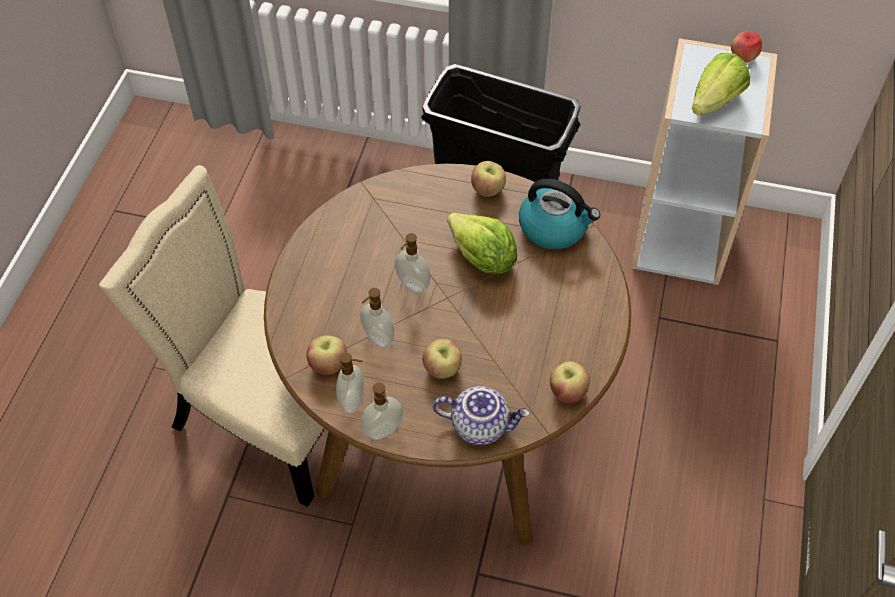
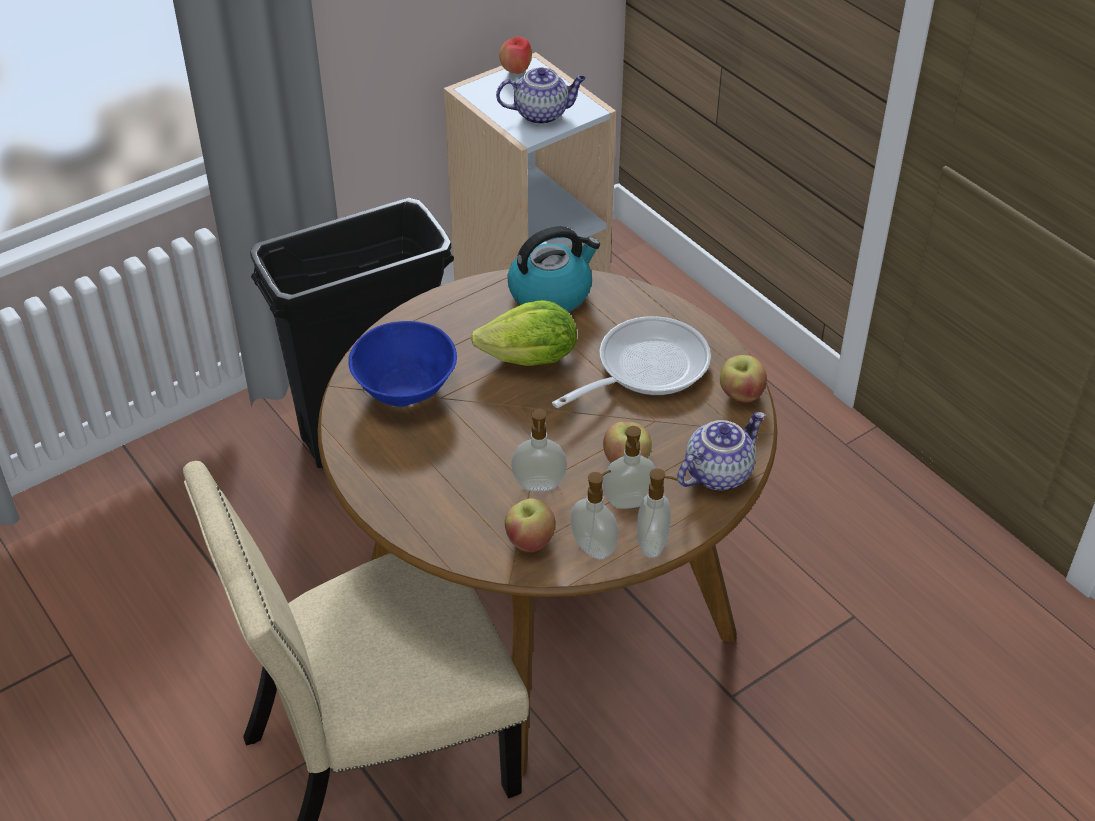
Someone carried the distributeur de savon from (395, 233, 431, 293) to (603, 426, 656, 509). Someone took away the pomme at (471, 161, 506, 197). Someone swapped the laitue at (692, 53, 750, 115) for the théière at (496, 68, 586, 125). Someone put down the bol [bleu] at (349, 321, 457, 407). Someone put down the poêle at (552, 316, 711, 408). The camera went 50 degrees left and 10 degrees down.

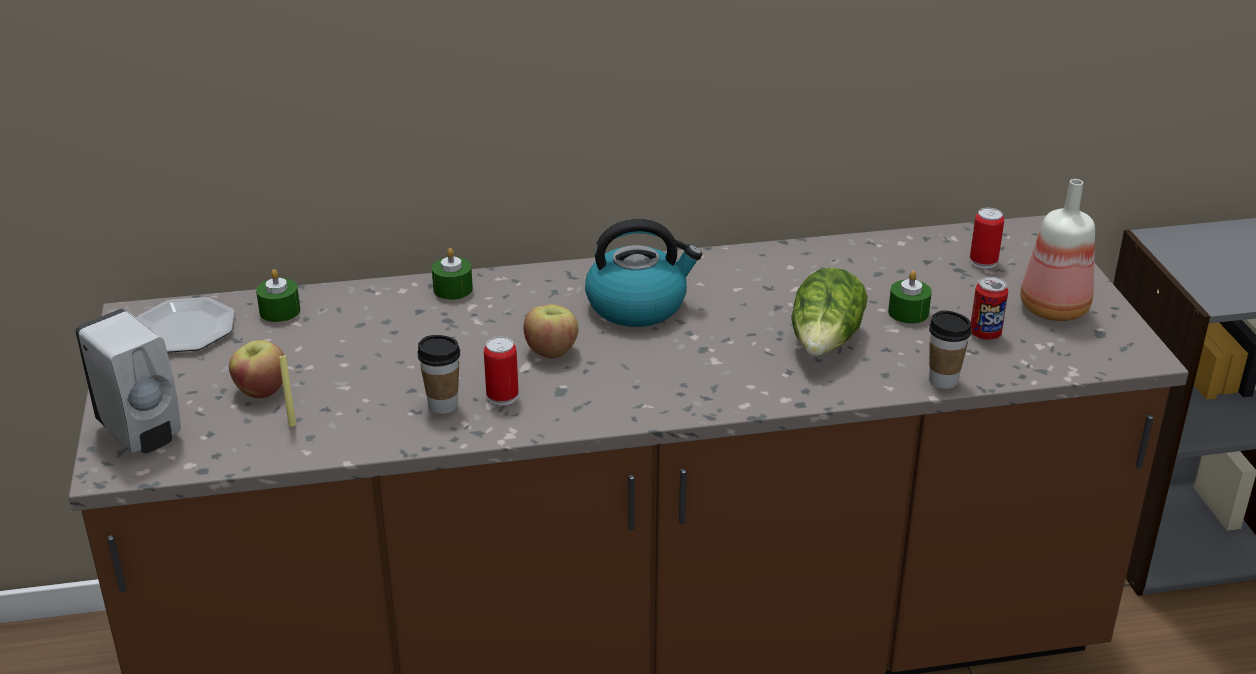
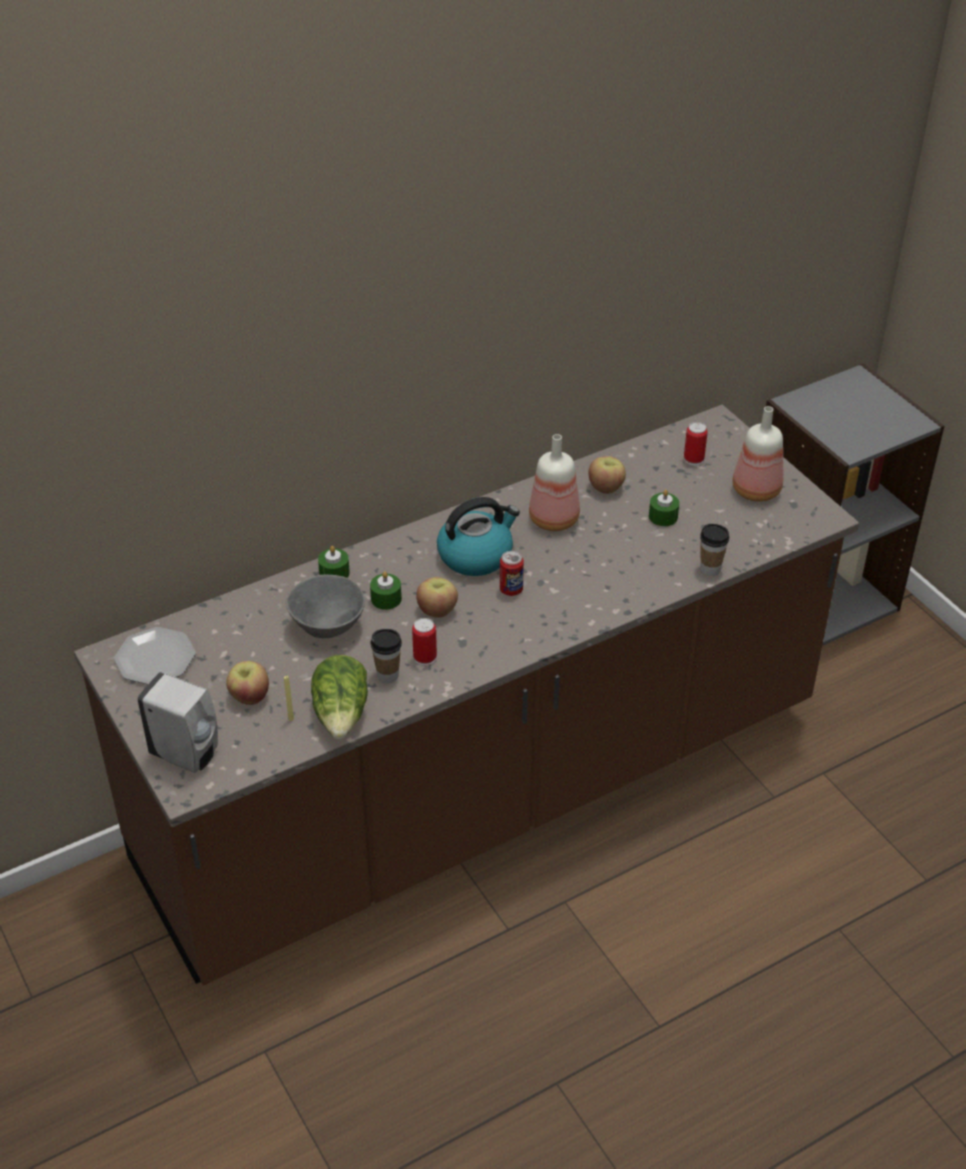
Someone carried the bougie [vert] from (256, 269, 300, 322) to (370, 571, 402, 610). Someone carried the laitue from (791, 267, 868, 356) to (311, 655, 368, 739). Someone carried the boîte métallique from (971, 277, 1008, 340) to (500, 551, 524, 596). Someone put down the bol [gris] at (285, 575, 365, 638). Someone put down the bouteille at (529, 434, 580, 531). Someone put down the pomme at (589, 456, 626, 494). The camera went 20 degrees left and 10 degrees up.

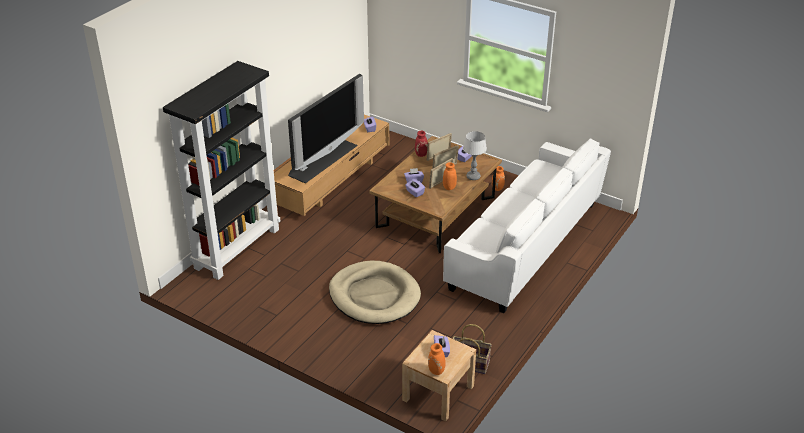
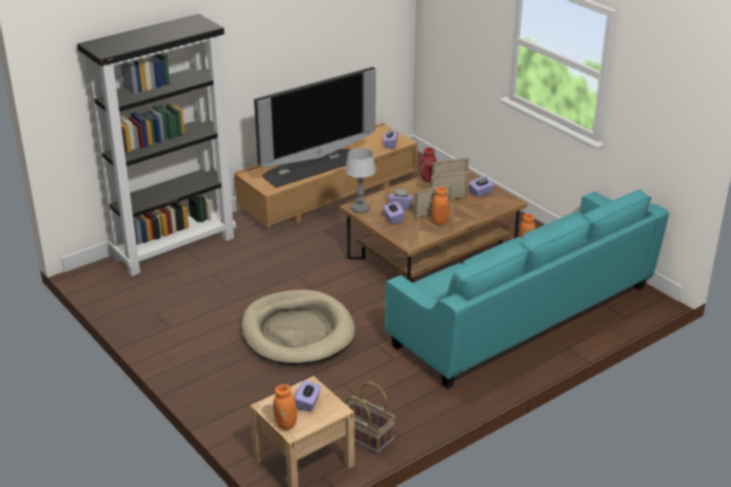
Someone repainted the canapé [blanc] at (443, 138, 611, 313), which became the canapé [turquoise] at (385, 189, 669, 389). Someone carried the lampe de table from (463, 131, 487, 180) to (345, 148, 376, 213). The camera went 20 degrees right and 5 degrees down.

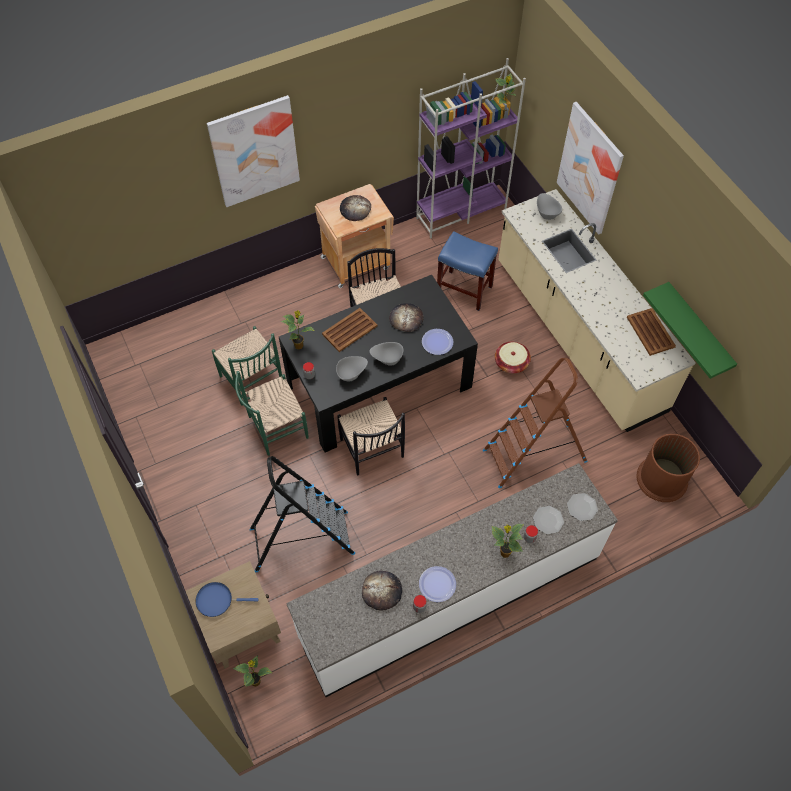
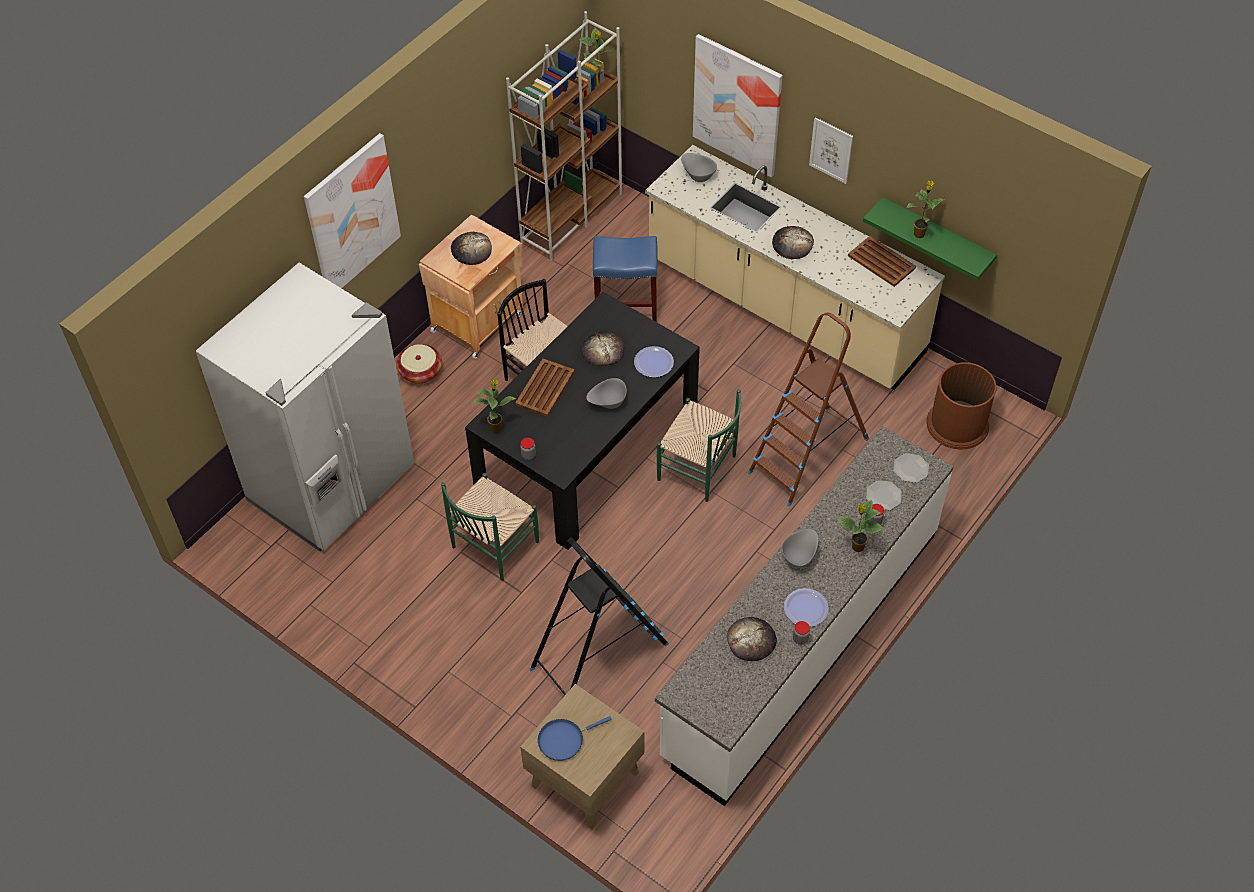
Someone carried the chaise [vert] from (212, 326, 282, 406) to (657, 389, 741, 502). Someone carried the plante en pot from (233, 655, 272, 687) to (906, 181, 945, 238). Someone carried the bol [gris] from (336, 356, 368, 381) to (781, 529, 818, 568). Someone took away the chaise [noir] at (337, 397, 405, 475). Someone repainted the bibliothèque [violet] at (416, 58, 526, 239), which became the bibliothèque [marron] at (506, 11, 622, 261). Someone carried the panier from (495, 342, 531, 374) to (396, 344, 442, 384). Someone put down the réfrigérateur [blanc] at (196, 263, 414, 552). Someone put down the pain at (772, 226, 814, 259). Someone put up the tableau at (809, 117, 853, 184). The camera went 25 degrees left and 5 degrees down.

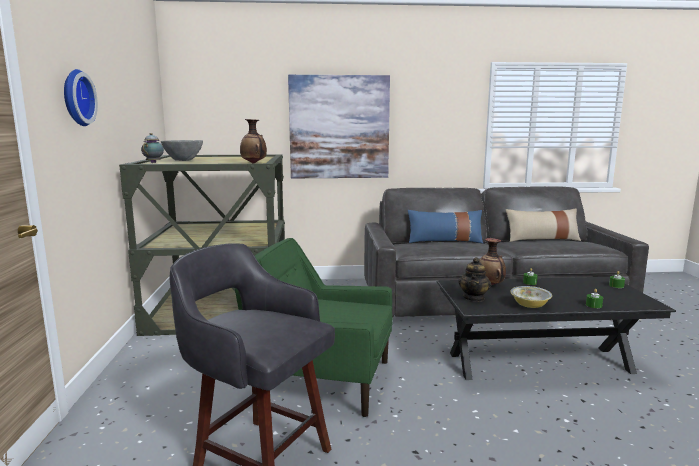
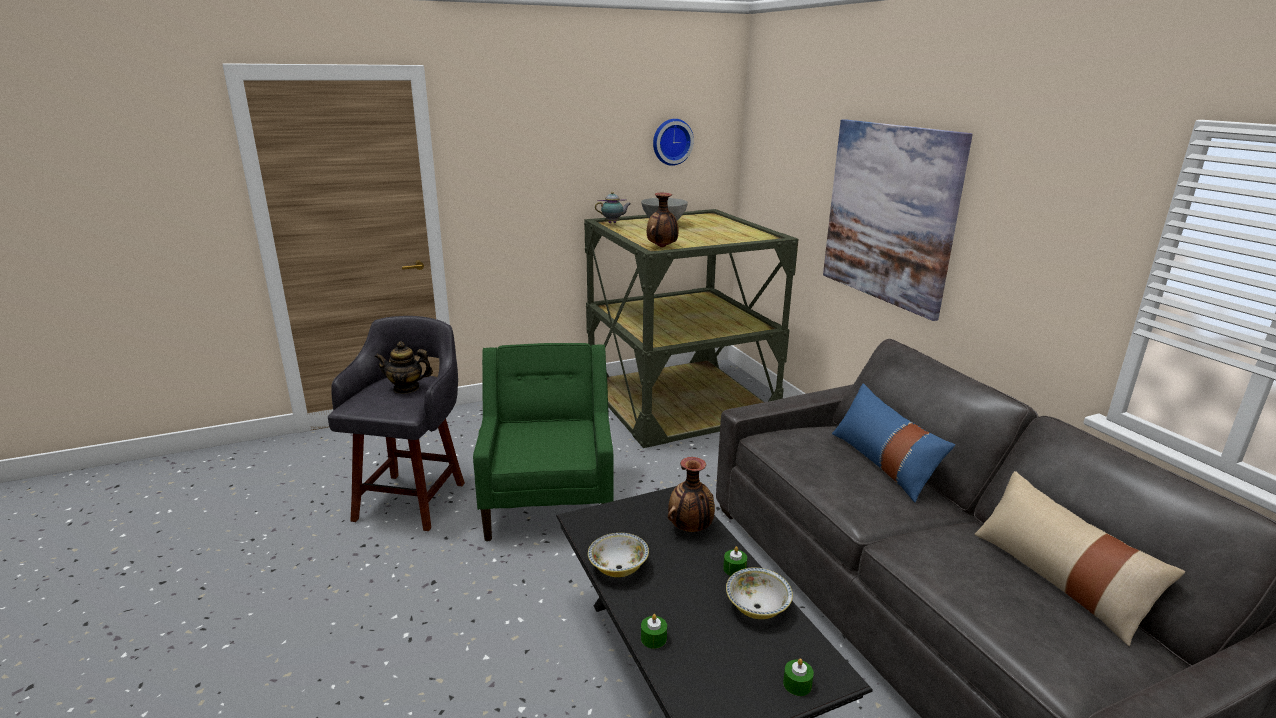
Someone carried the horloge murale from (64, 69, 98, 126) to (653, 119, 694, 166). Someone carried the théière from (458, 257, 491, 302) to (375, 341, 433, 394). Someone put down the bol at (726, 568, 793, 619). The camera went 70 degrees right and 10 degrees up.

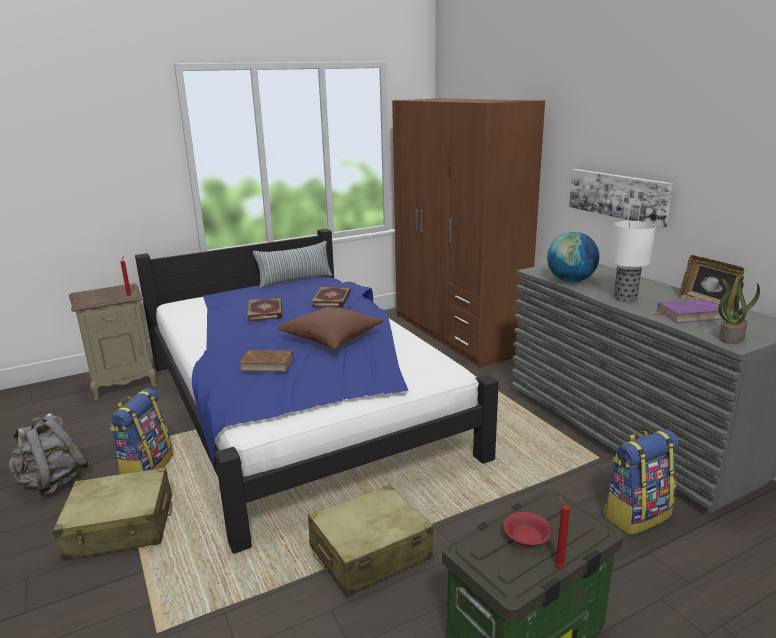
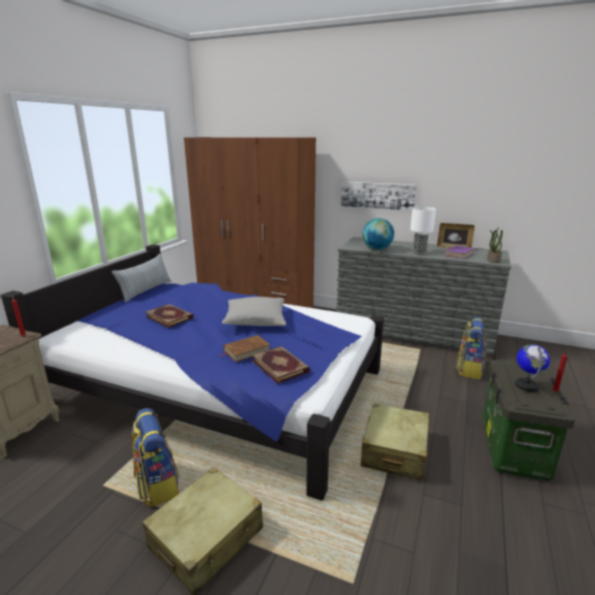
Someone took away the sac à dos [gris] at (8, 413, 89, 497). Someone repainted the coussin [marron] at (277, 307, 383, 350), which became the coussin [gris] at (222, 297, 286, 326). Someone carried the livre from (311, 287, 351, 307) to (251, 346, 310, 384). Someone swapped the bol [rouge] at (503, 512, 552, 547) for the globe at (515, 344, 550, 392). The camera went 40 degrees left and 0 degrees up.

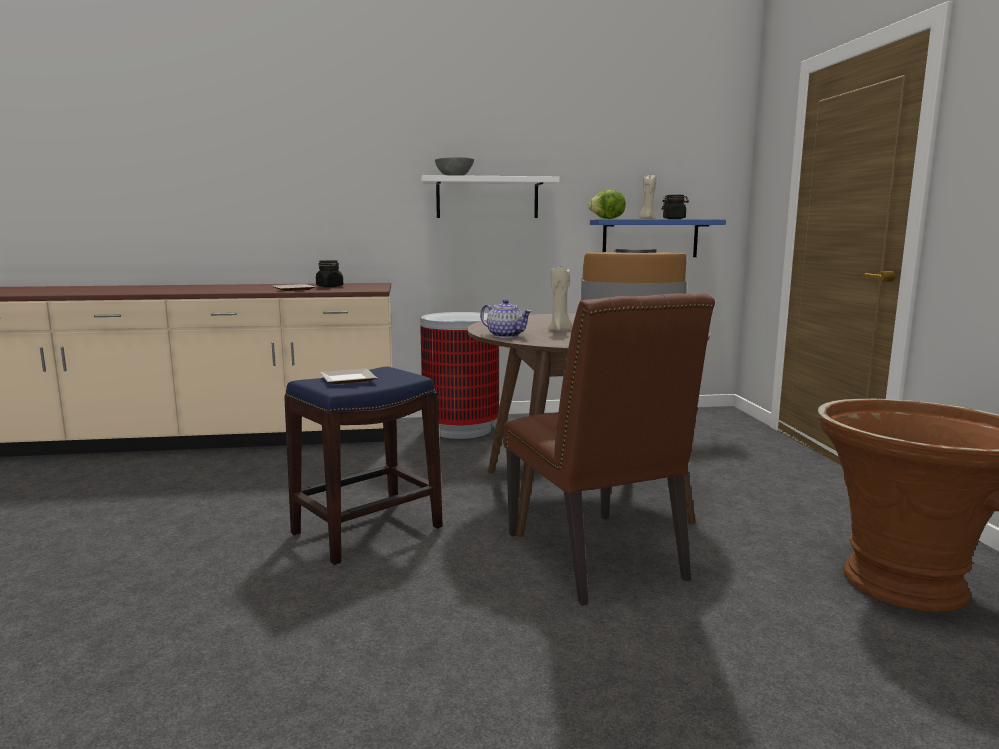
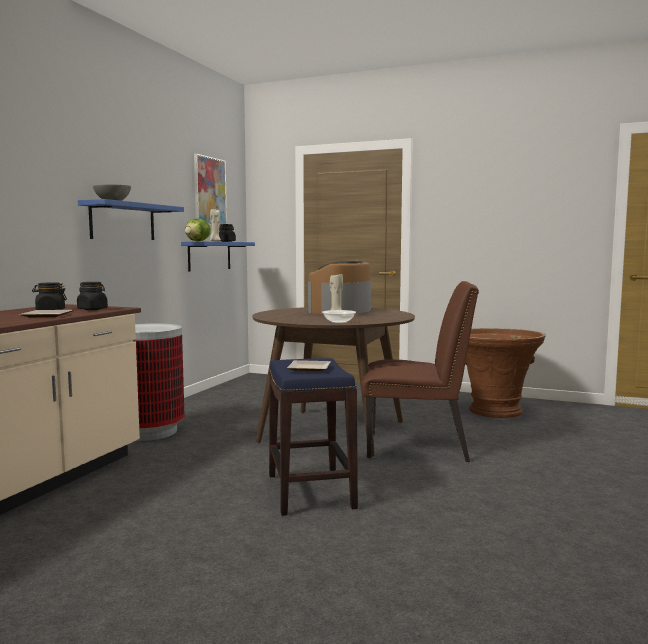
Someone repainted the étagère [blanc] at (421, 175, 560, 218), which became the étagère [bleu] at (78, 199, 184, 240). Someone swapped the théière at (480, 299, 532, 338) for the bol at (322, 310, 356, 324). Someone put down the bocal [noir] at (77, 282, 108, 310). Someone put up the tableau at (194, 153, 227, 226). The camera went 60 degrees left and 5 degrees down.

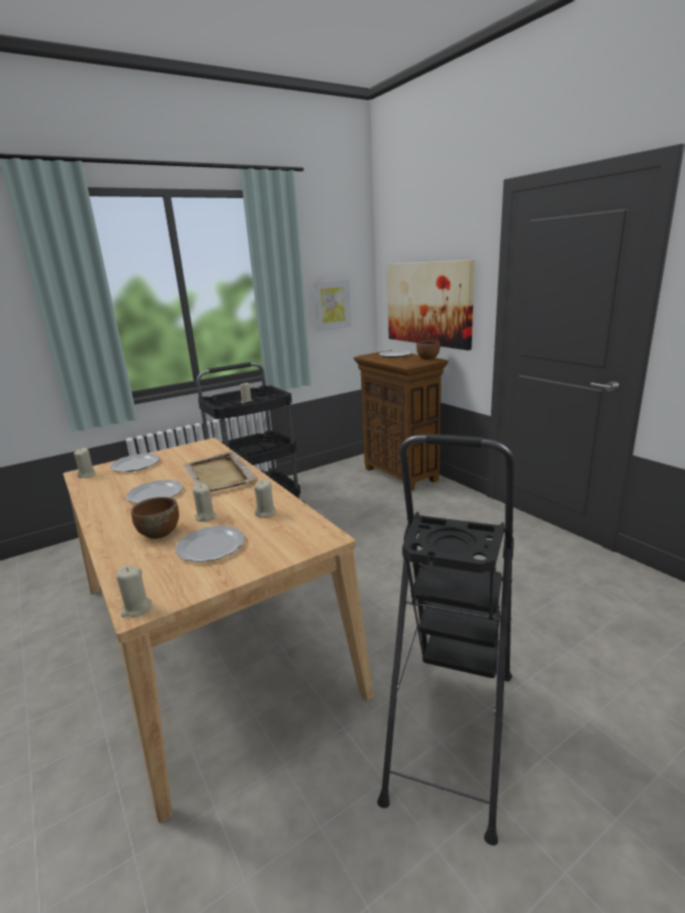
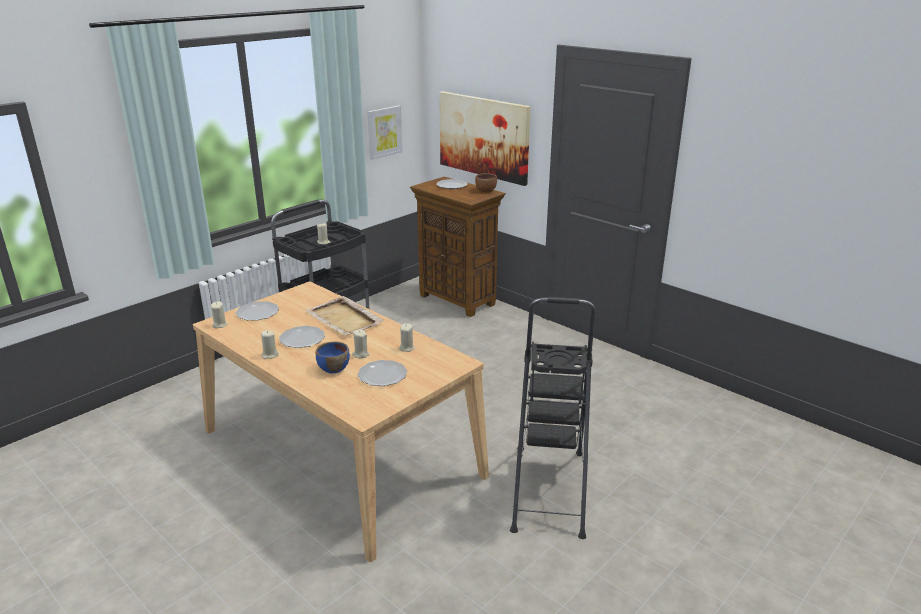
Someone carried the bougie [beige] from (116, 566, 152, 617) to (261, 331, 279, 359). Someone repainted the bol [marron] at (131, 497, 179, 539), which became the bol [bleu] at (316, 342, 350, 374). The camera went 15 degrees left and 5 degrees up.

